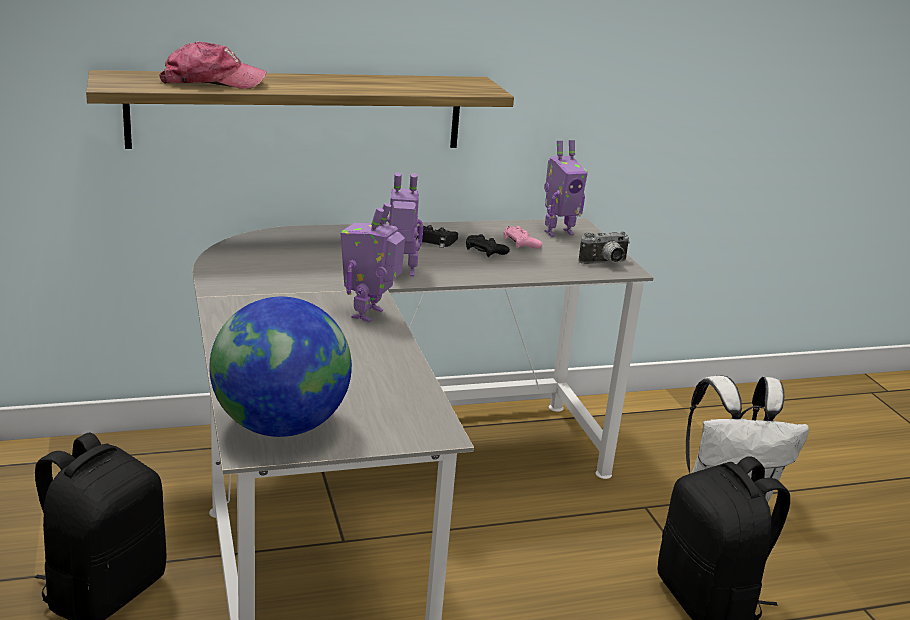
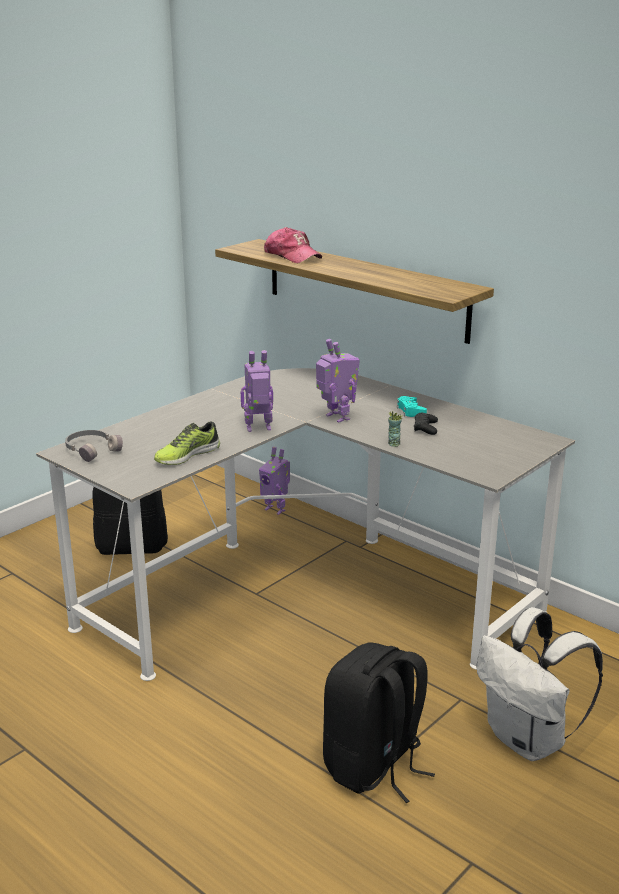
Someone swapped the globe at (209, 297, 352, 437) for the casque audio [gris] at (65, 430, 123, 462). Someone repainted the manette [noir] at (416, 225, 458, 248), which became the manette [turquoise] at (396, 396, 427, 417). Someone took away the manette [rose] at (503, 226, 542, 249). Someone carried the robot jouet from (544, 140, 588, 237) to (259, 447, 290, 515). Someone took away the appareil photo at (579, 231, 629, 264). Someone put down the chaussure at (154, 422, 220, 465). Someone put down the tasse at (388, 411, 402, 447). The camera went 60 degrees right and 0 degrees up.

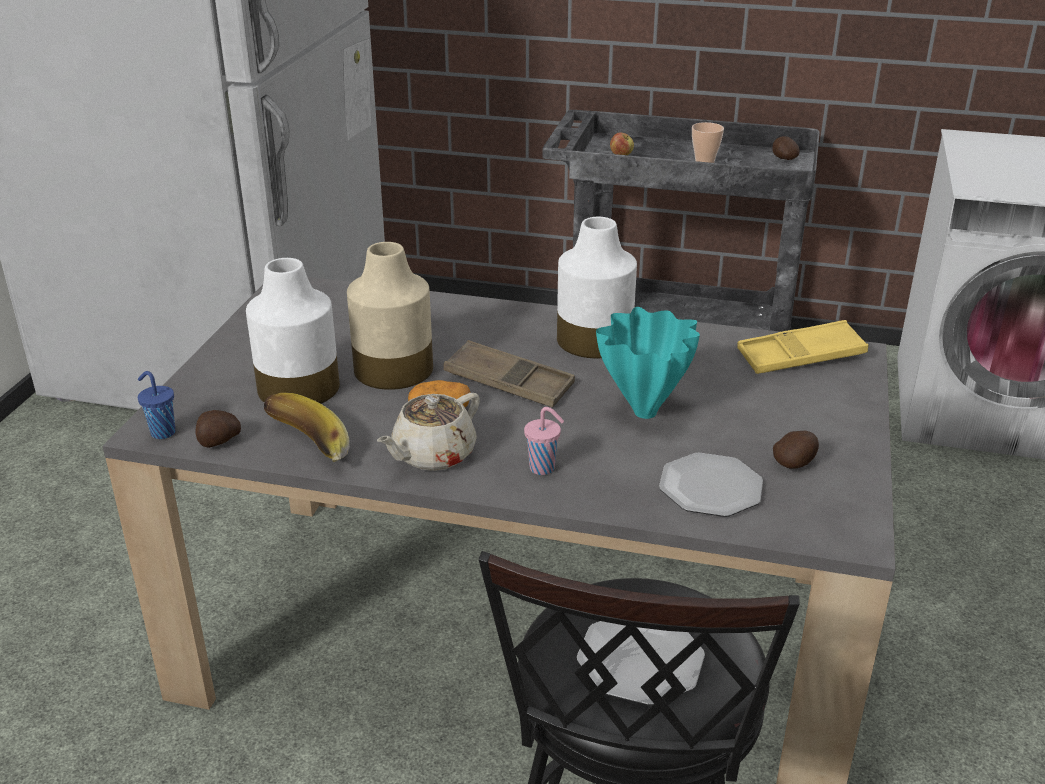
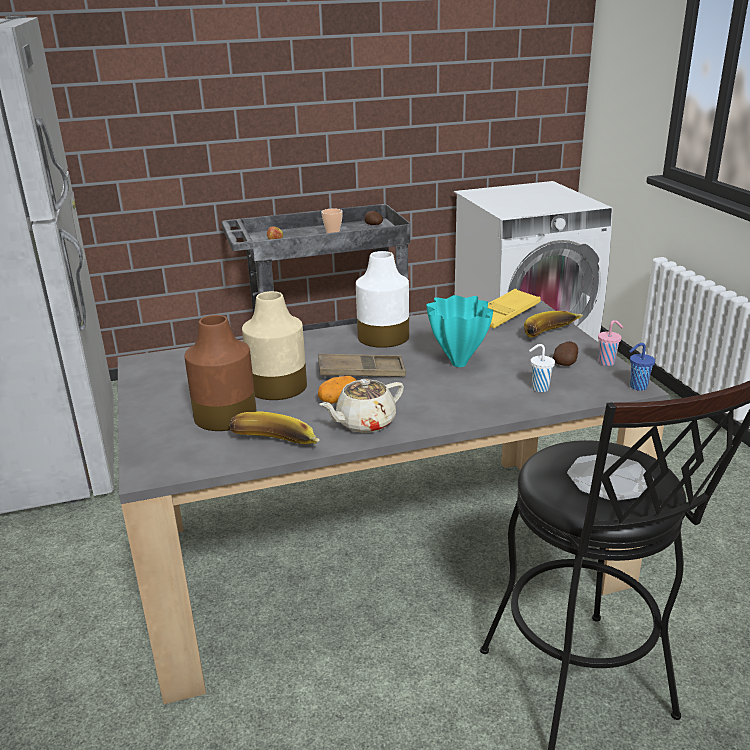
Someone carried the tasse [bleu] from (138, 371, 175, 439) to (629, 343, 655, 391). Someone took away the pomme de terre at (195, 410, 241, 448). Someone repainted the vase [blanc] at (246, 258, 340, 404), which became the vase [marron] at (184, 315, 257, 431). Someone rotated the théière [beige] at (377, 393, 480, 471) by 45 degrees clockwise. Someone carried the tasse [rose] from (524, 407, 564, 475) to (598, 320, 623, 366). Someone swapped the assiette at (659, 453, 763, 517) for the tasse [blanc] at (529, 344, 555, 392). Someone put down the banane at (524, 311, 583, 337). The camera went 30 degrees left and 5 degrees down.

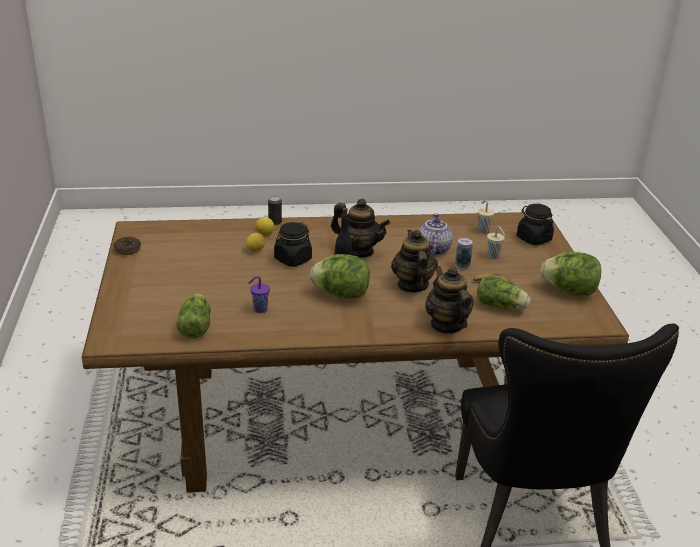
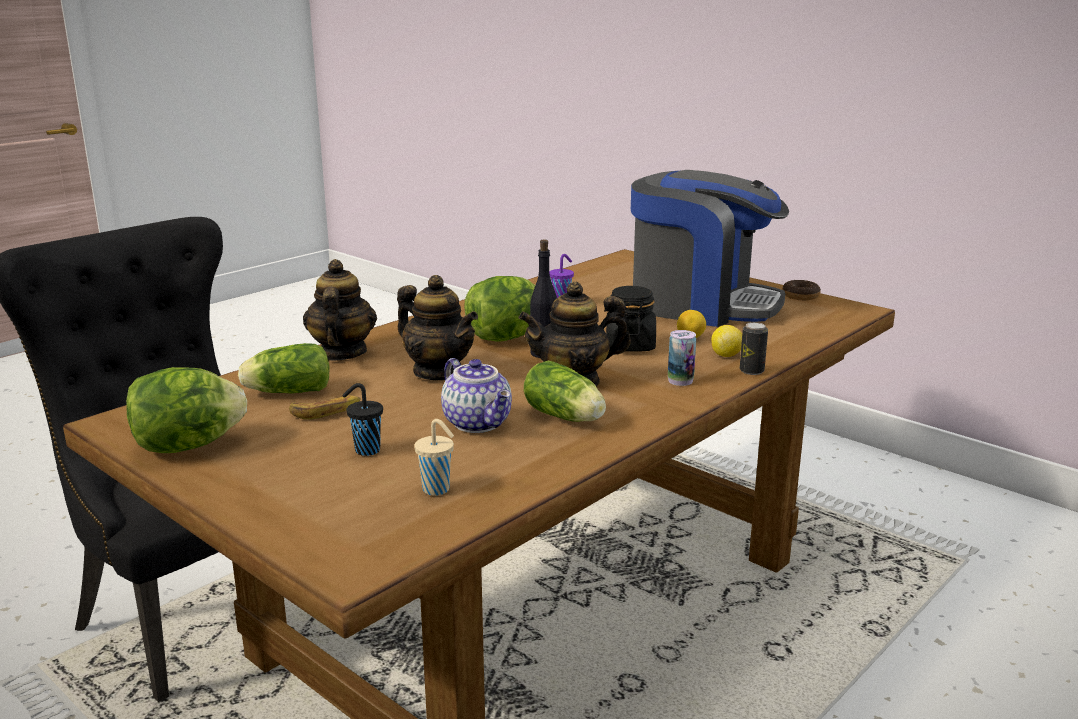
Someone carried the laitue from (176, 294, 210, 339) to (524, 361, 606, 422). Someone rotated the théière at (425, 266, 474, 334) by 120 degrees counterclockwise. Someone carried the boîte métallique from (455, 238, 473, 270) to (668, 330, 696, 386). Someone repainted the tasse [beige] at (487, 226, 505, 259), which became the tasse [noir] at (342, 383, 383, 456). Someone took away the bocal [noir] at (517, 204, 554, 246). Someone put down the machine à café at (631, 170, 789, 327). The camera went 140 degrees right and 10 degrees down.

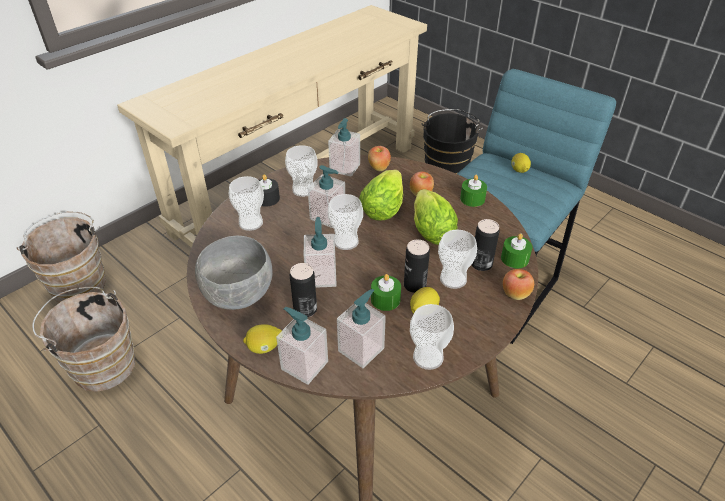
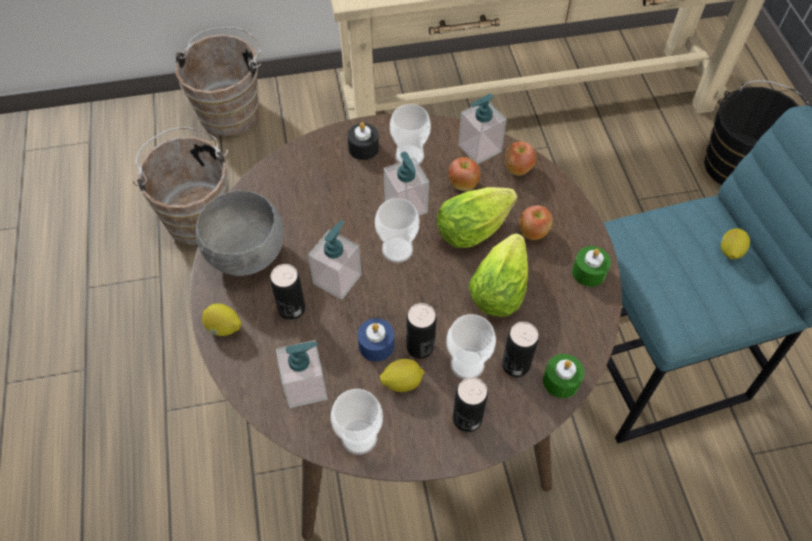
Someone took away the tasse at (229, 176, 264, 231). Someone took away the distributeur de savon at (276, 307, 328, 385). Someone repainted the bougie [vert] at (371, 274, 401, 311), which became the bougie [bleu] at (358, 318, 394, 362). Someone carried the pomme from (503, 269, 534, 300) to (449, 157, 480, 191). Someone put down the boîte métallique at (453, 377, 488, 432). The camera went 35 degrees right and 15 degrees up.

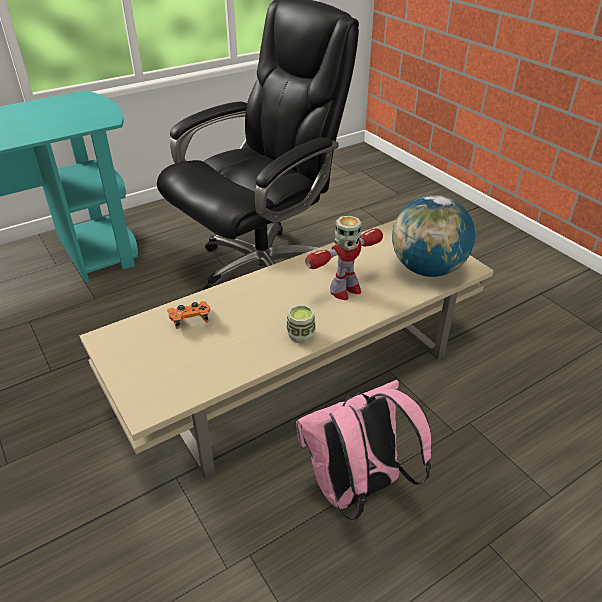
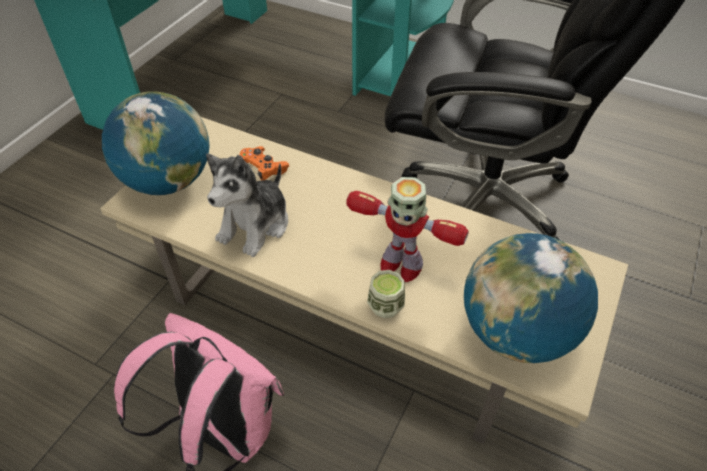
Someone carried the tasse from (286, 305, 316, 343) to (367, 270, 405, 318). Someone put down the globe at (102, 91, 210, 195). Someone put down the peluche at (206, 154, 288, 257). The camera went 60 degrees right and 10 degrees up.

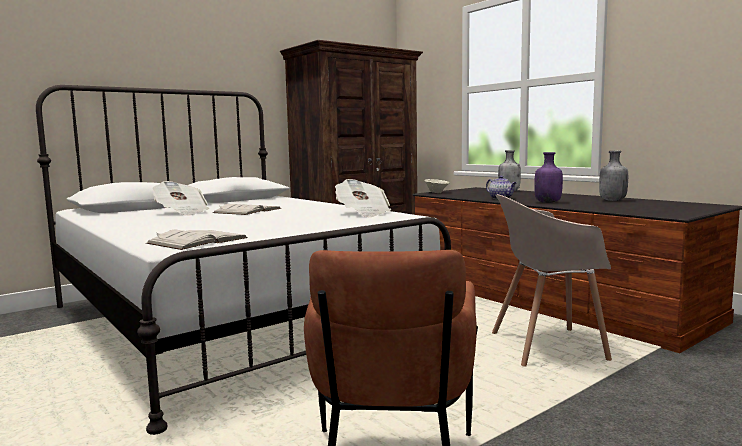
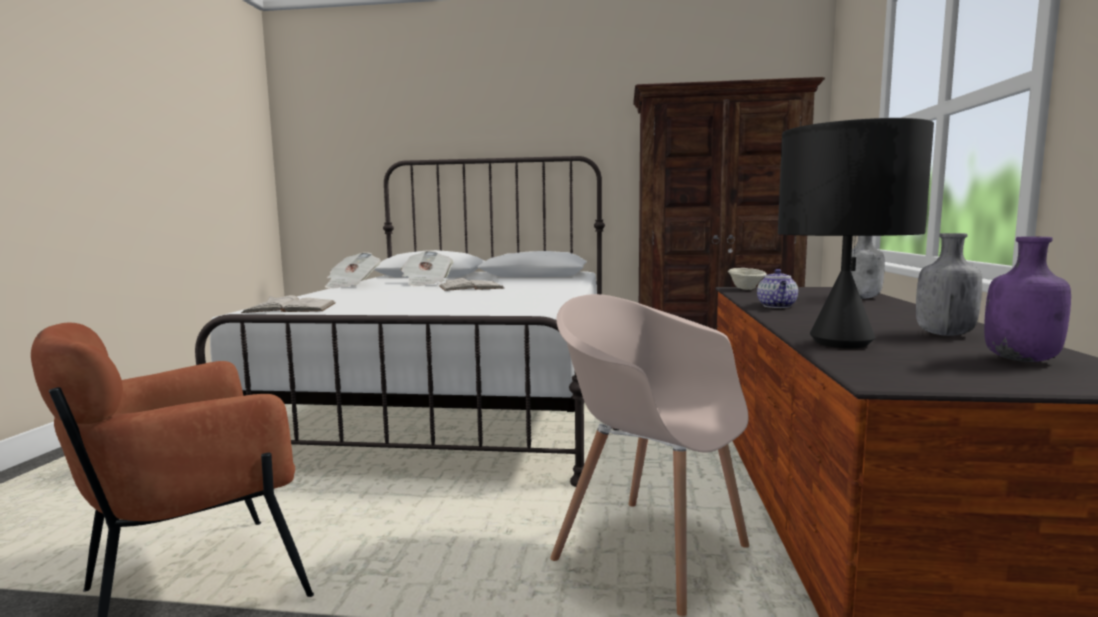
Someone carried the journal from (335, 179, 391, 217) to (325, 252, 381, 289). Someone carried the bouteille [violet] from (534, 152, 563, 203) to (984, 237, 1071, 362). Someone put down the lampe de table [noir] at (778, 118, 934, 348). The camera went 45 degrees right and 0 degrees up.

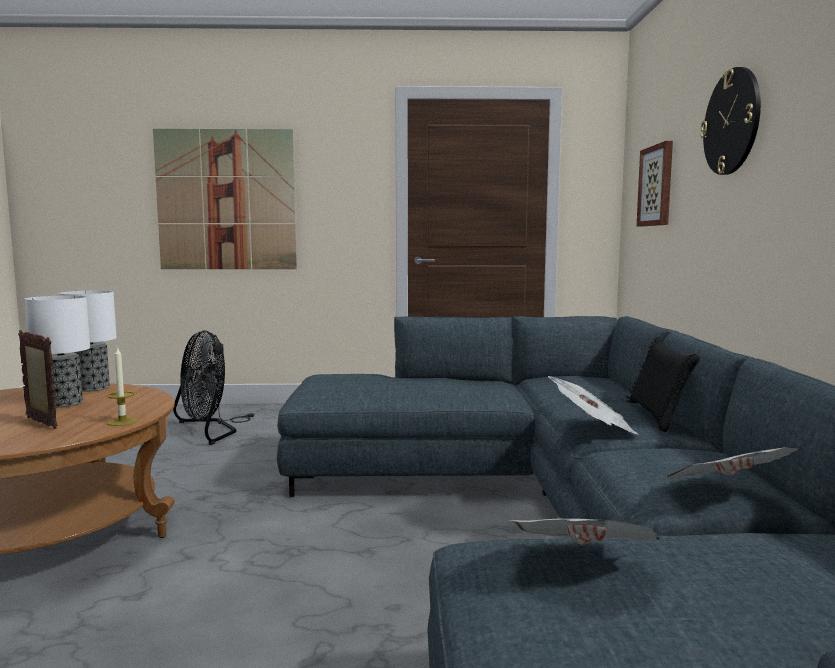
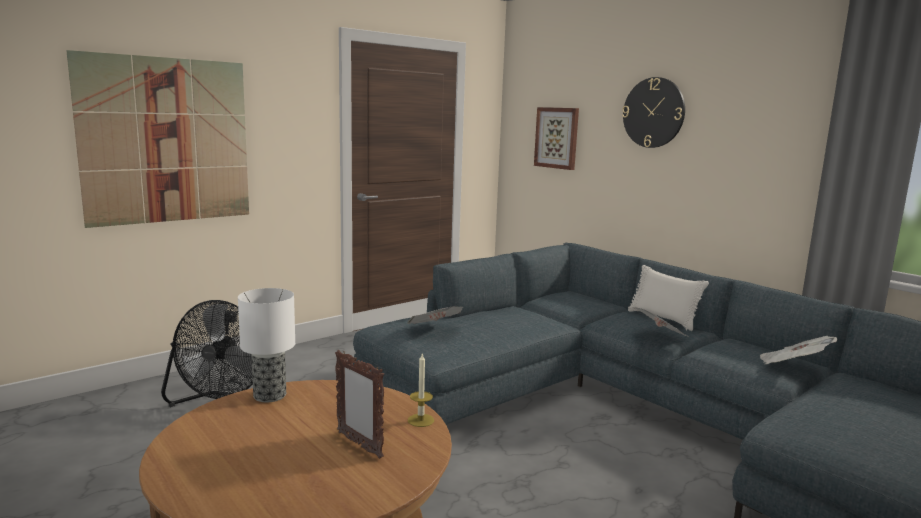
Someone rotated the cadre photo at (18, 330, 57, 429) by 135 degrees counterclockwise. Someone took away the lampe de table at (25, 295, 90, 408). Someone carried the journal from (508, 518, 661, 546) to (407, 306, 463, 324). Someone repainted the coussin [noir] at (626, 337, 700, 432), which became the coussin [blanc] at (628, 265, 709, 331). The camera went 40 degrees left and 5 degrees up.

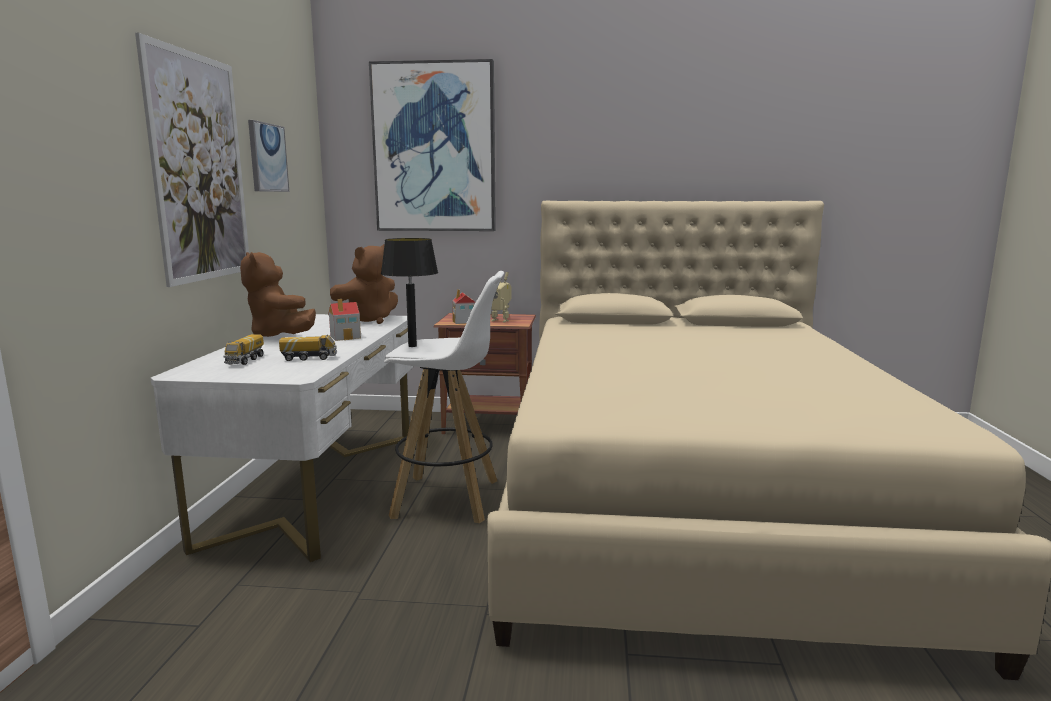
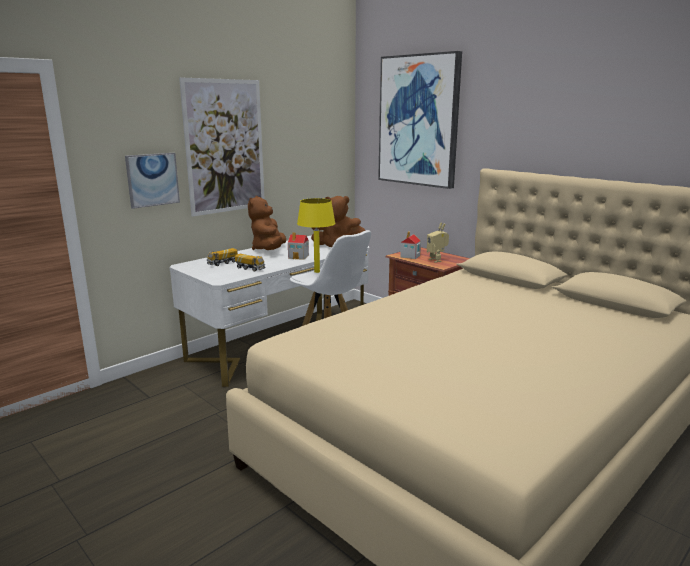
Someone carried the tableau from (248, 120, 289, 192) to (125, 153, 180, 209). Someone repainted the lampe de table [noir] at (381, 238, 438, 347), which became the lampe de table [jaune] at (297, 198, 335, 273). The camera went 40 degrees right and 5 degrees up.

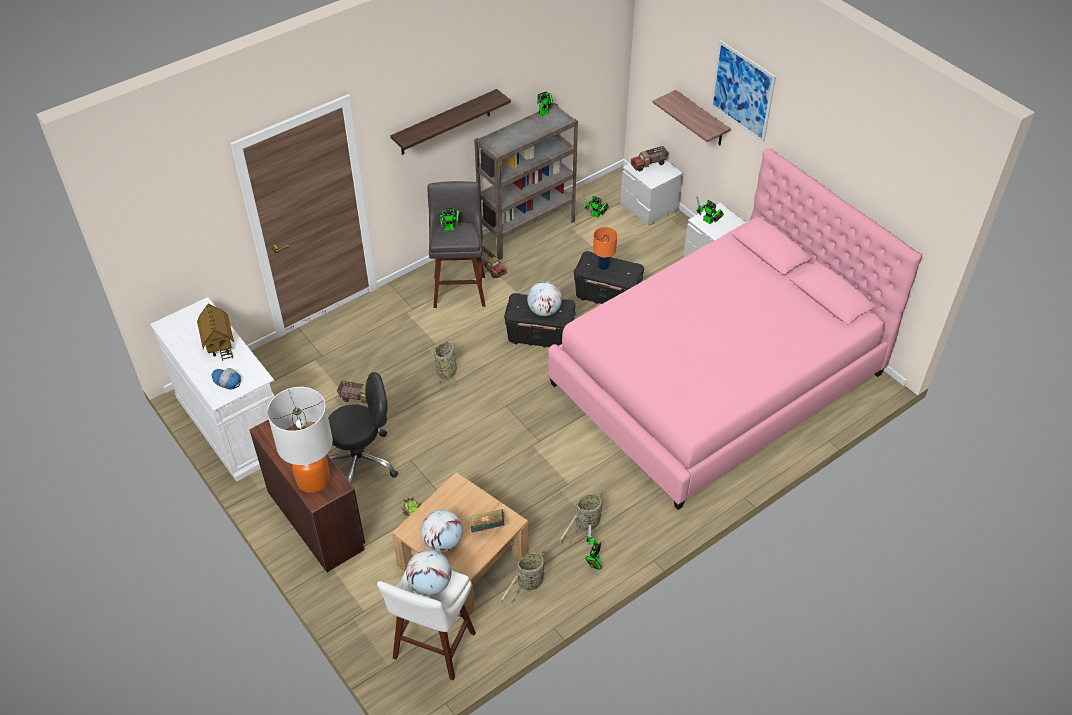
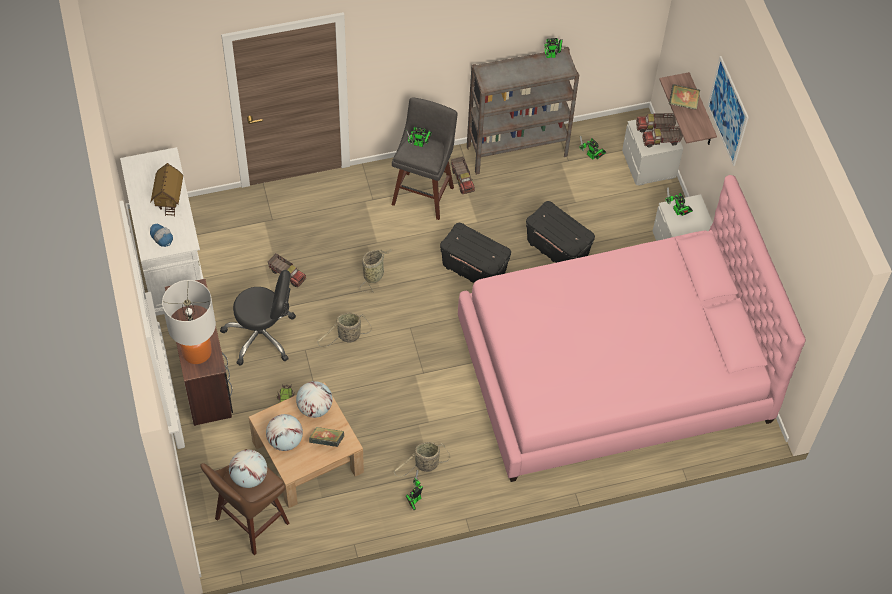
Someone repainted the tabouret [blanc] at (377, 570, 476, 681), which became the tabouret [marron] at (200, 449, 289, 555). Someone took away the étagère at (390, 89, 511, 155). Someone carried the panier from (500, 550, 552, 605) to (317, 313, 372, 347). Someone carried the globe from (527, 281, 562, 316) to (296, 381, 333, 418). Someone took away the lampe de table [orange] at (593, 227, 617, 270). Someone put down the camion jouet at (642, 126, 683, 148). Someone put down the livre at (669, 84, 700, 110). The camera went 20 degrees right and 10 degrees up.

